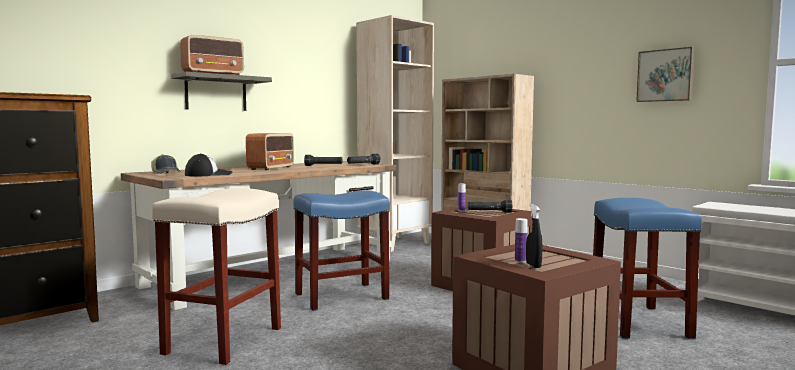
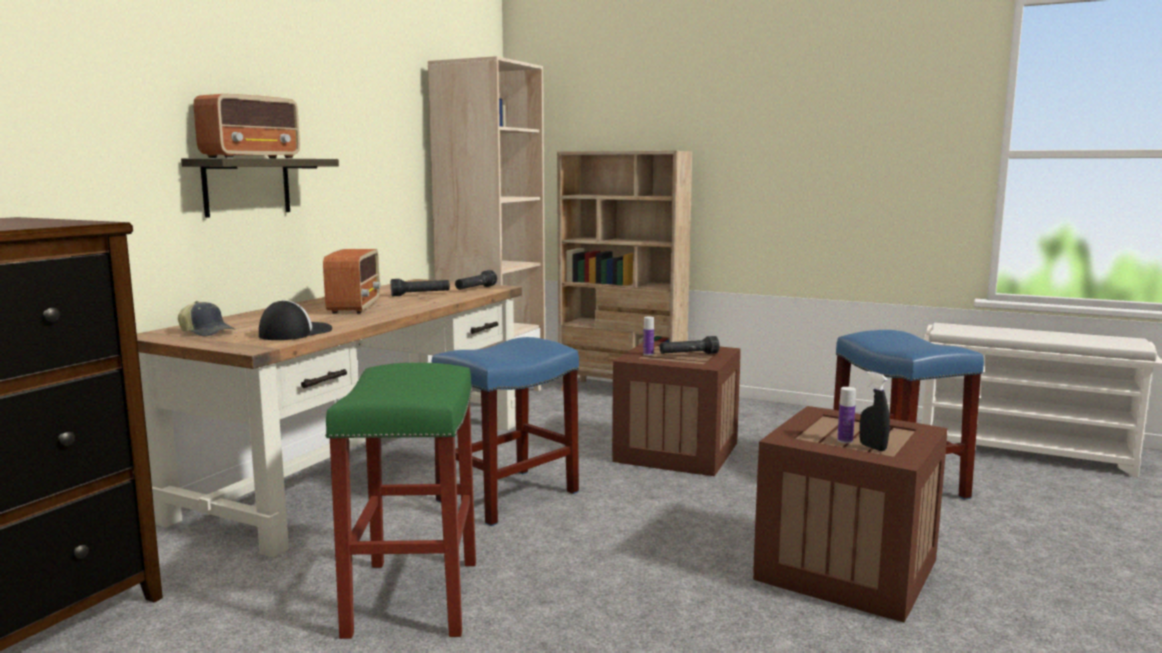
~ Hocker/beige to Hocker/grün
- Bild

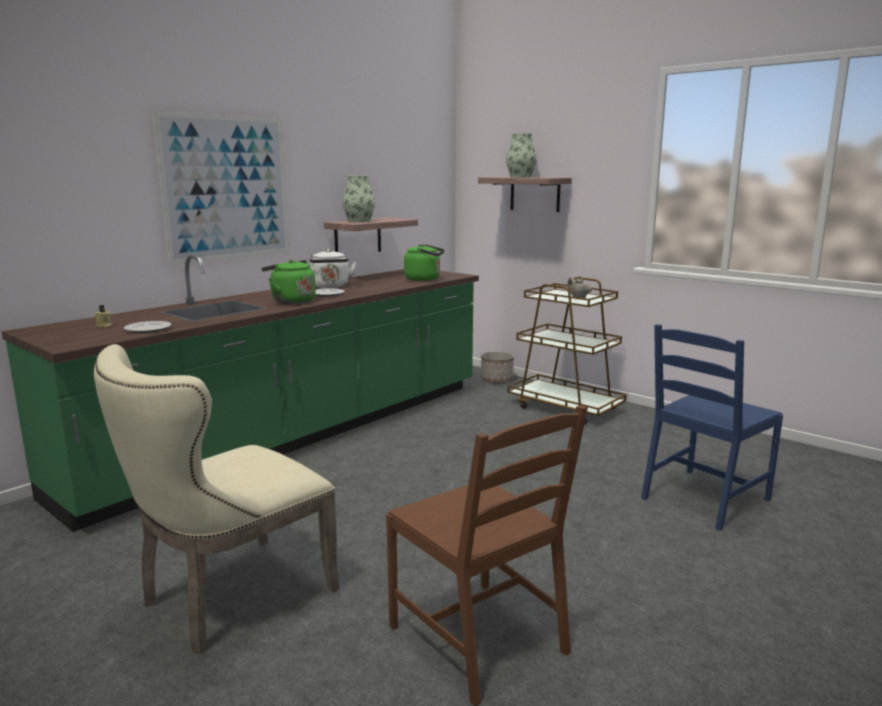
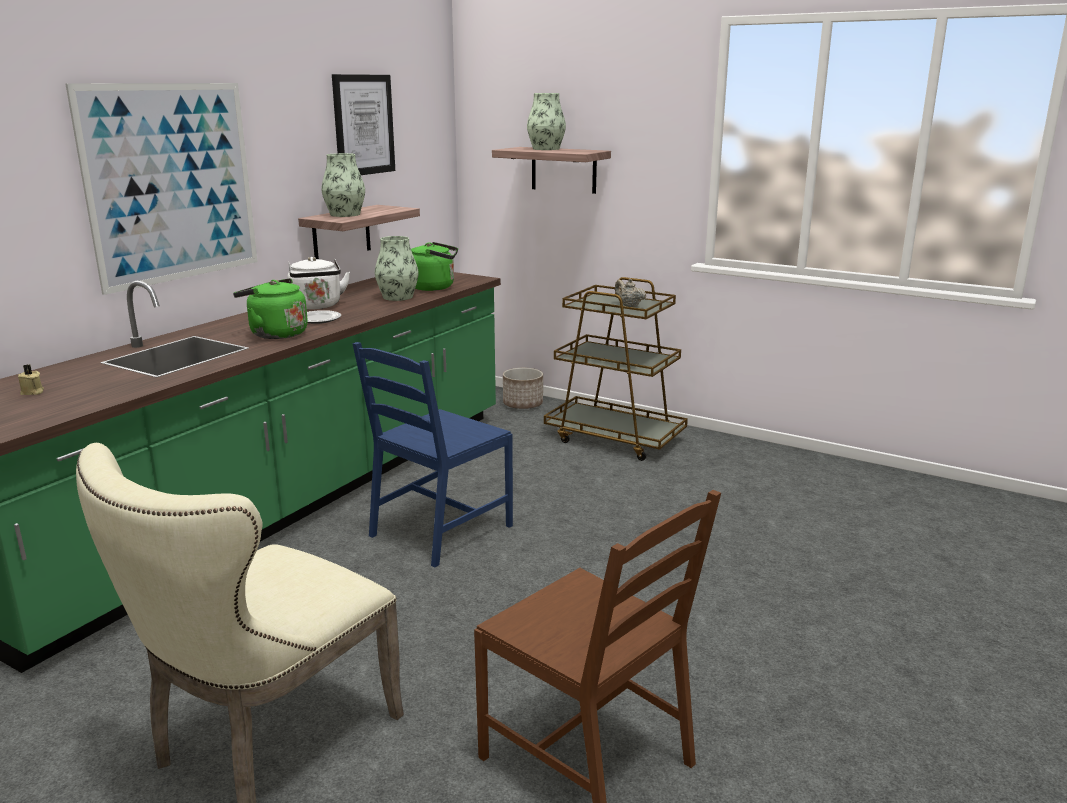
+ Bild (2nd from left)
~ Stuhl/blau
+ Vase (2nd from left)
- Teller (1st from left)

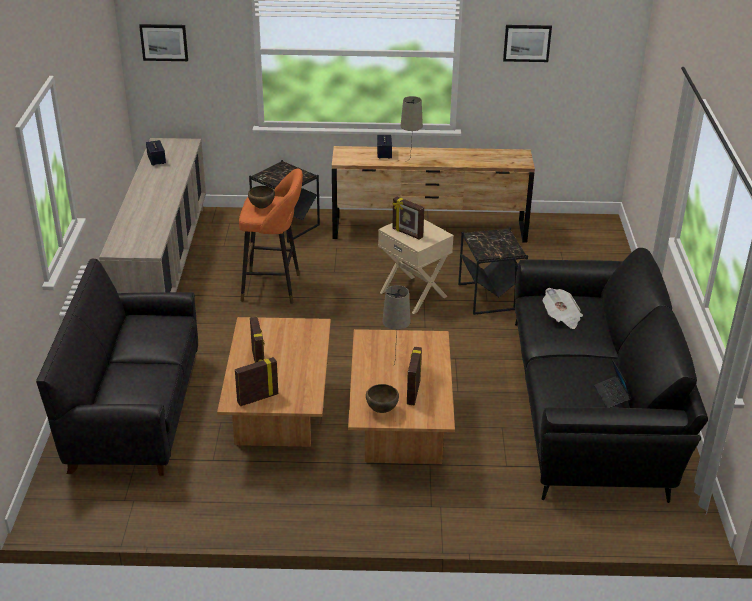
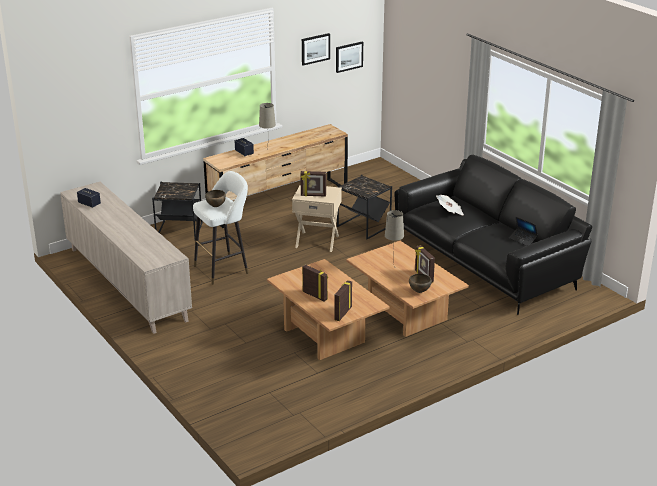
~ Hocker/orange to Hocker/weiß
~ Bild (1st from left in the first image) to Bild (2nd from left)
- Sofa/schwarz (1st from left)

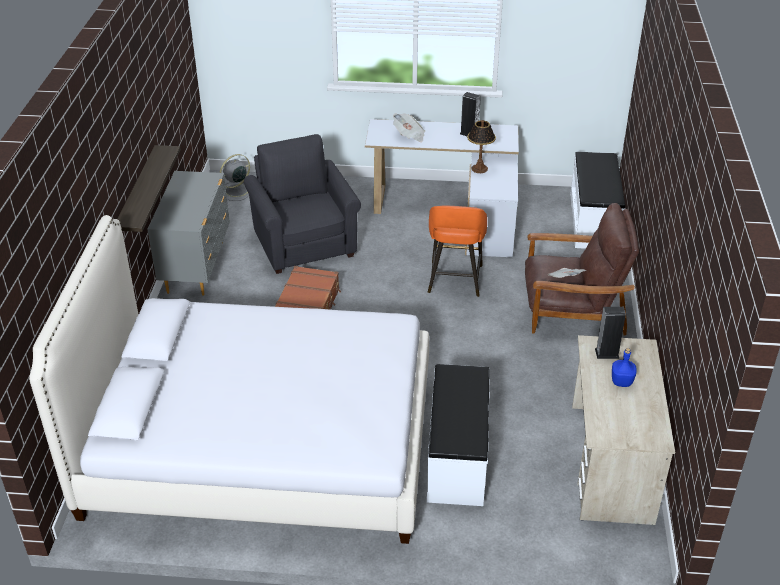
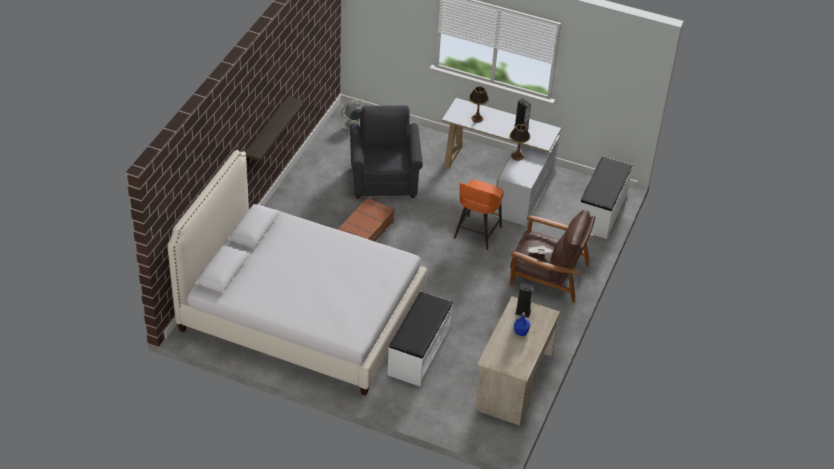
~ Zeitung (1st from left) to Tischlampe (1st from left)
- Kommode/grau

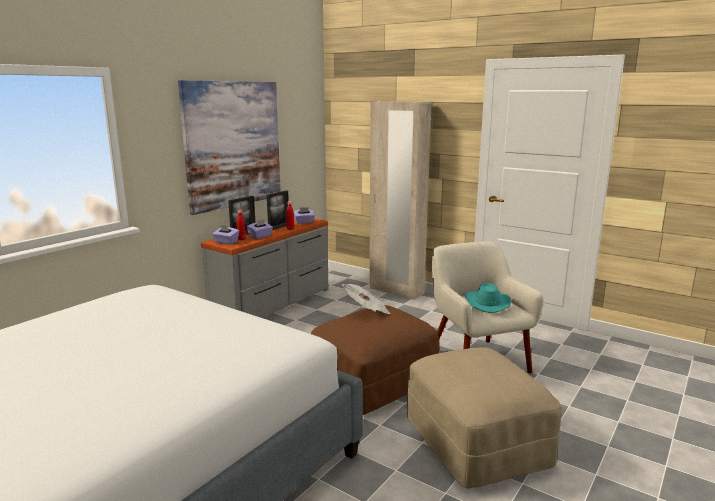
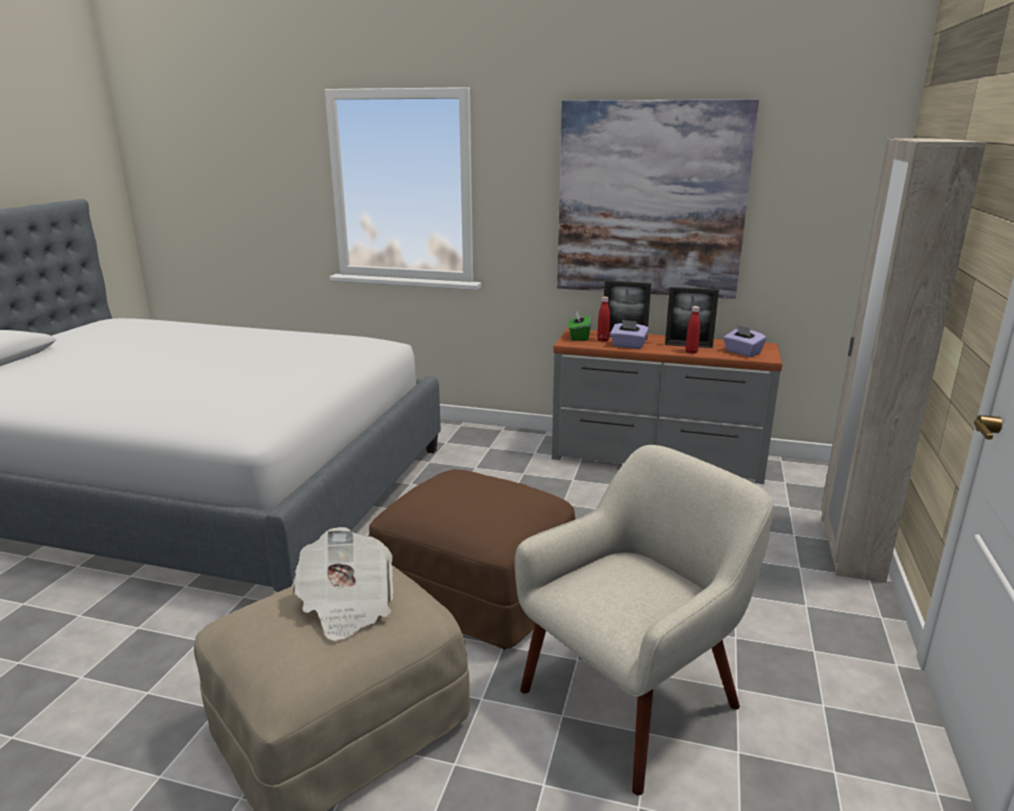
~ Zeitung
~ Taschentuchbox/lila (1st from left) to Taschentuchbox/grün
- Hut/türkis

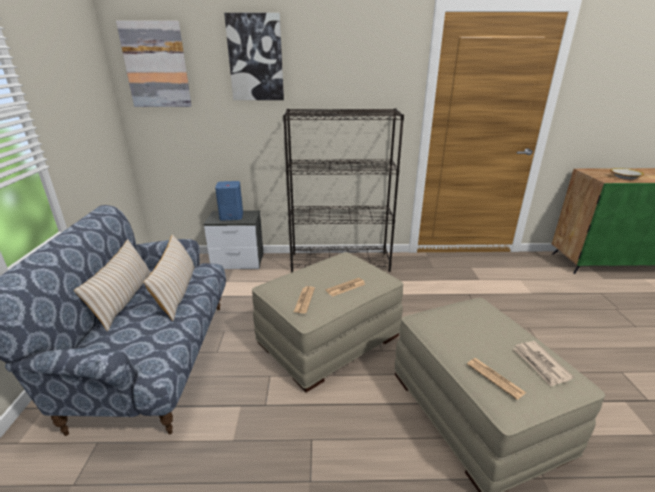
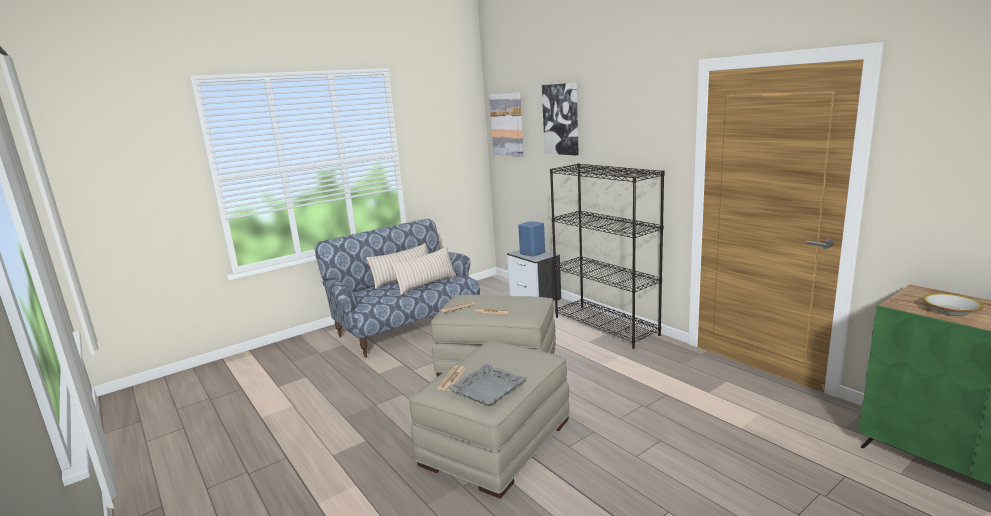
~ Zeitung (4th from left) to Tablett/grau

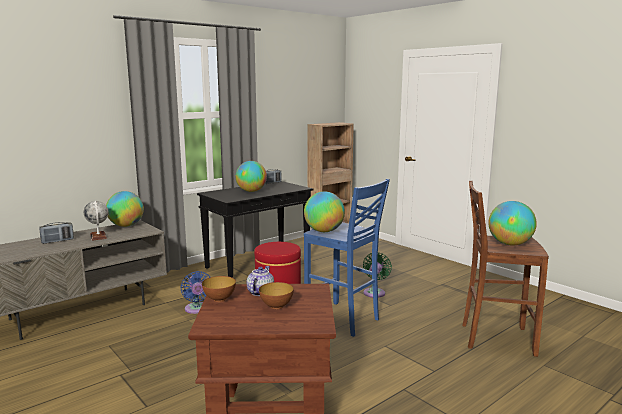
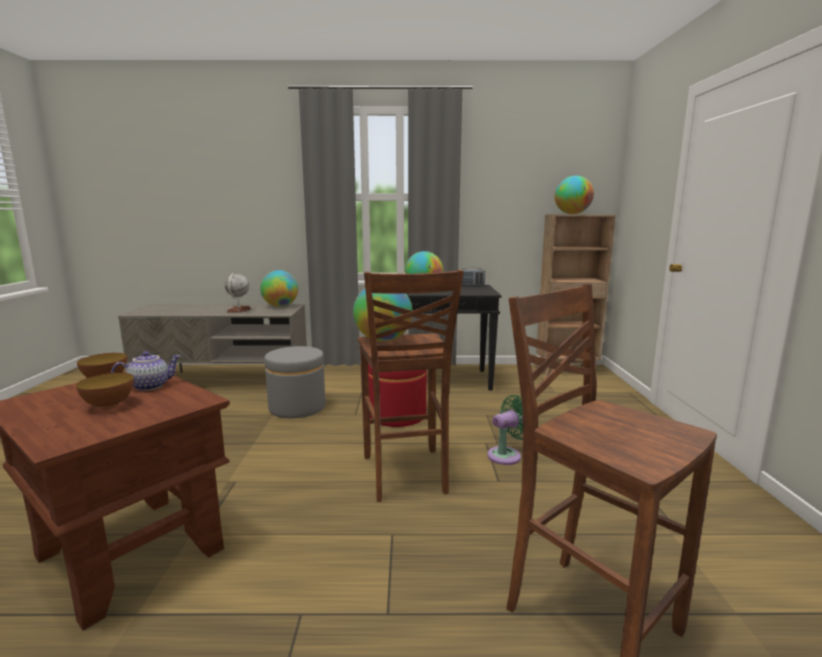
~ Ventilator/blau to Polsterhocker/grau
~ Hocker/blau to Hocker/braun (1st from left)
~ Globus (5th from left)
- Radio (1st from left)

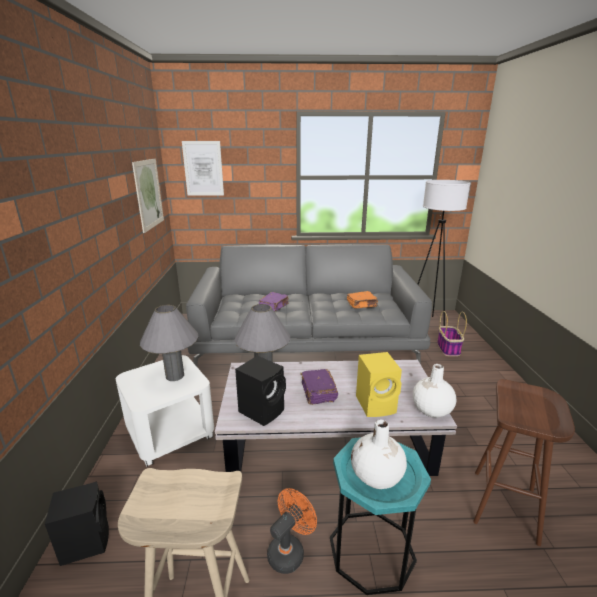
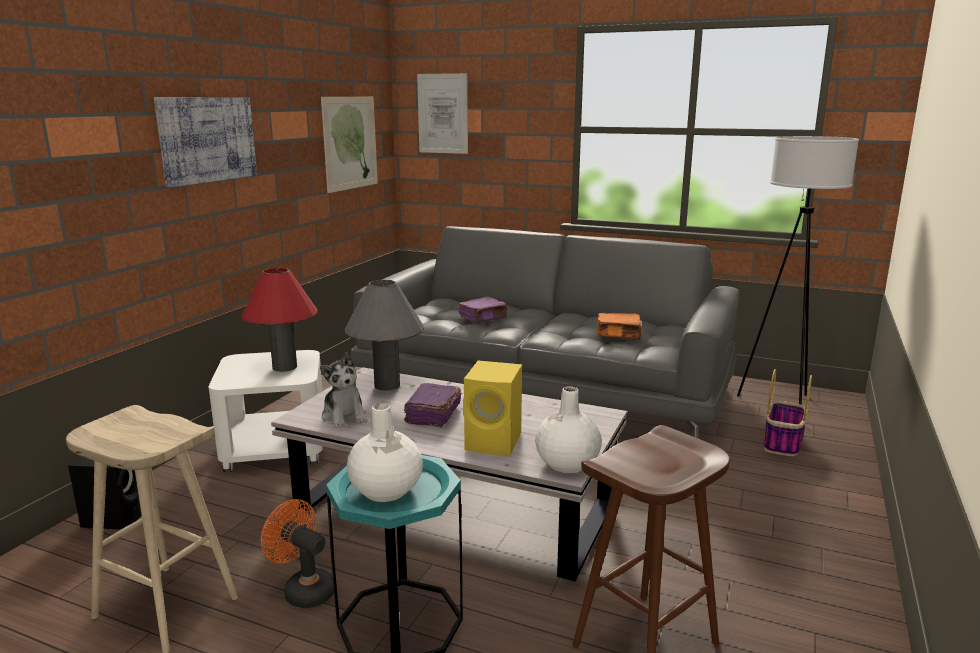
+ Bild (1st from left)
~ Tischlampe/grau (1st from left) to Tischlampe/rot
~ Ventilator/orange 120 degrees counterclockwise
~ Lautsprecher/schwarz (2nd from left) to Plüschtier

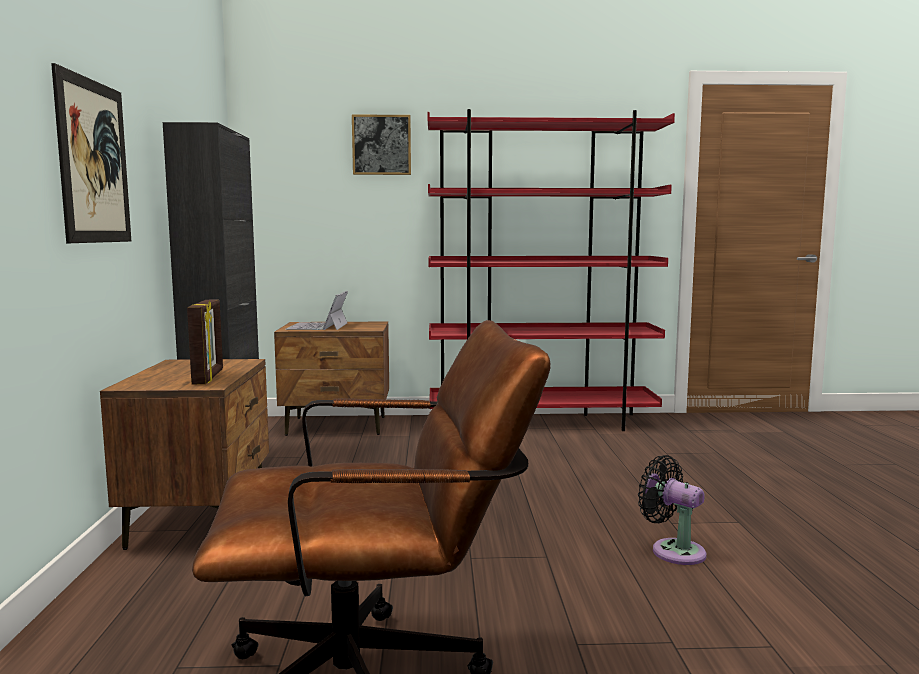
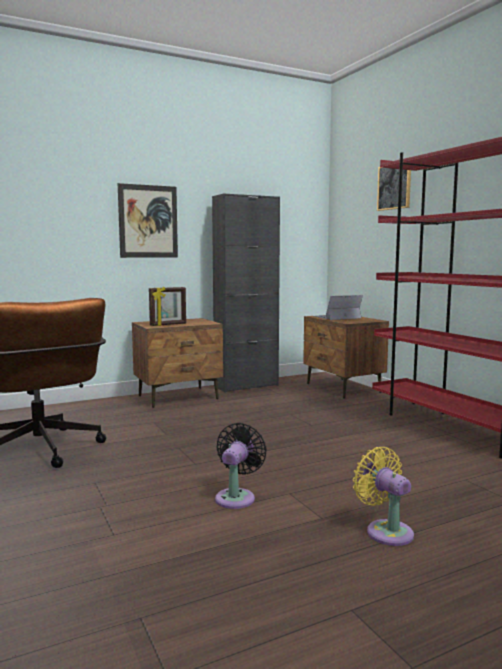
+ Ventilator/gelb

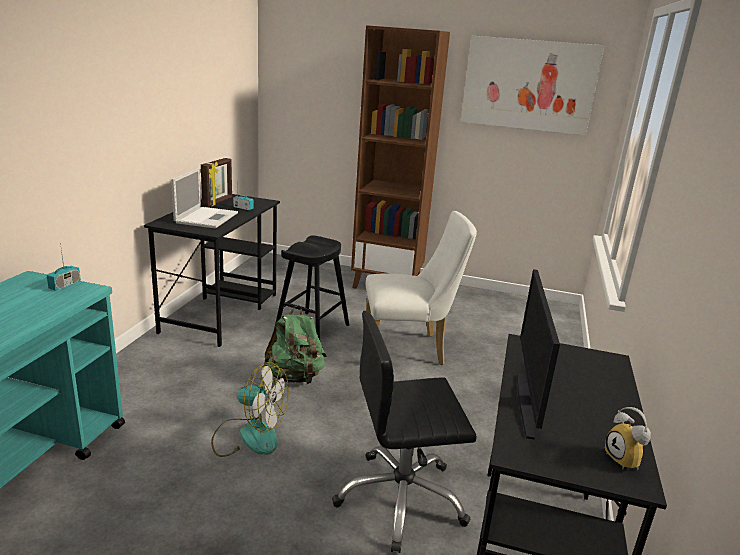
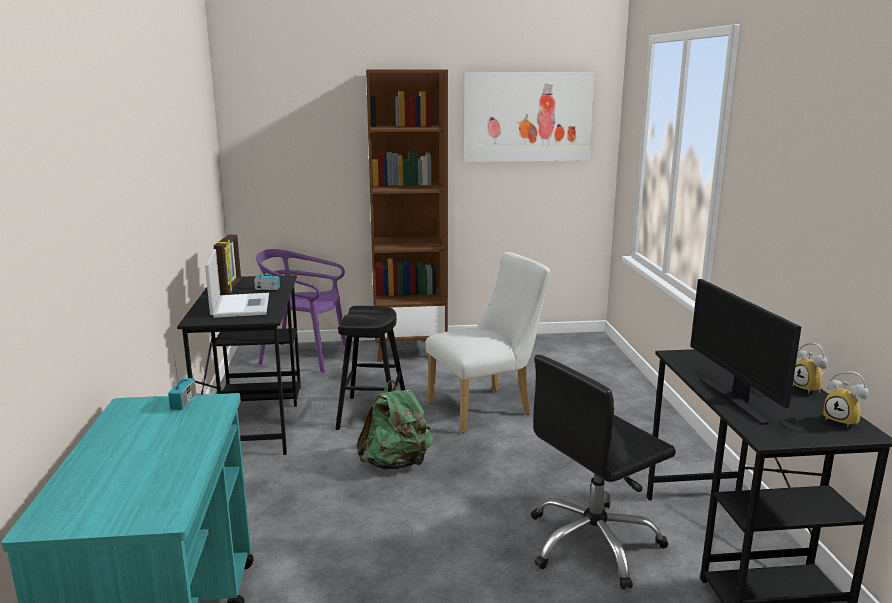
+ Stuhl/lila
+ Wecker (1st from left)
- Ventilator

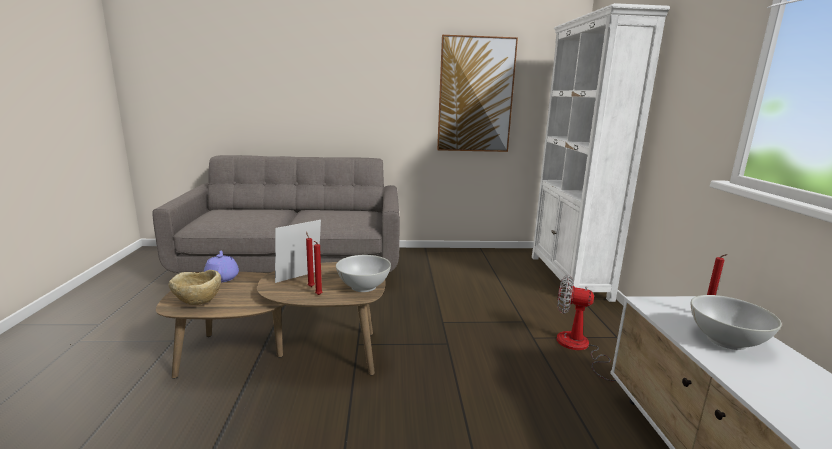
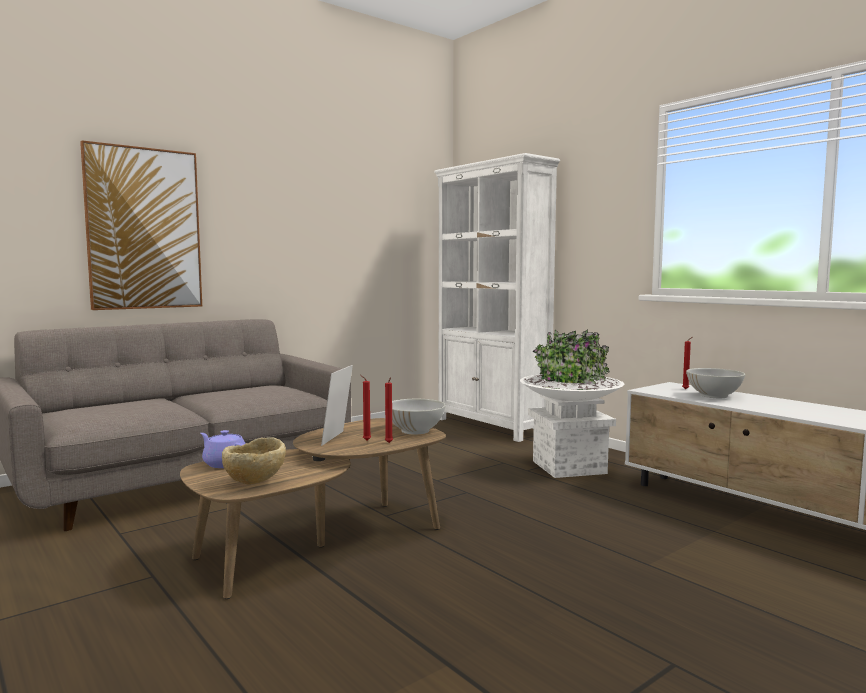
~ Bild
~ Ventilator to Pflanzkübel/weiß

